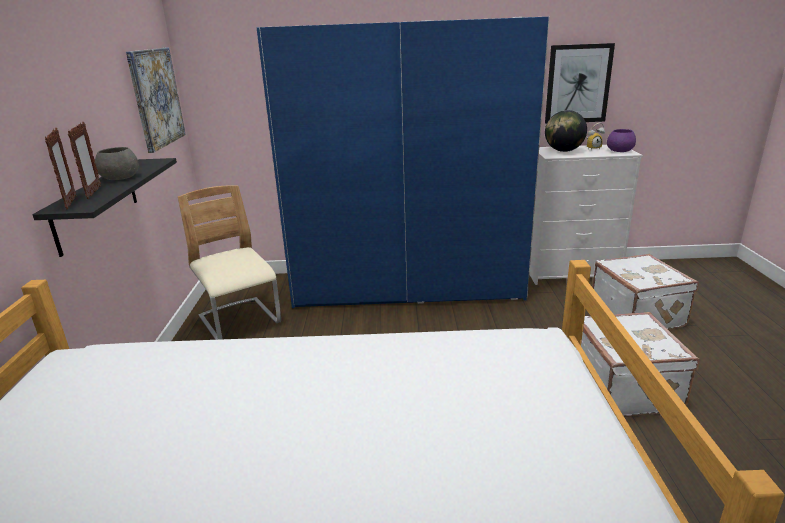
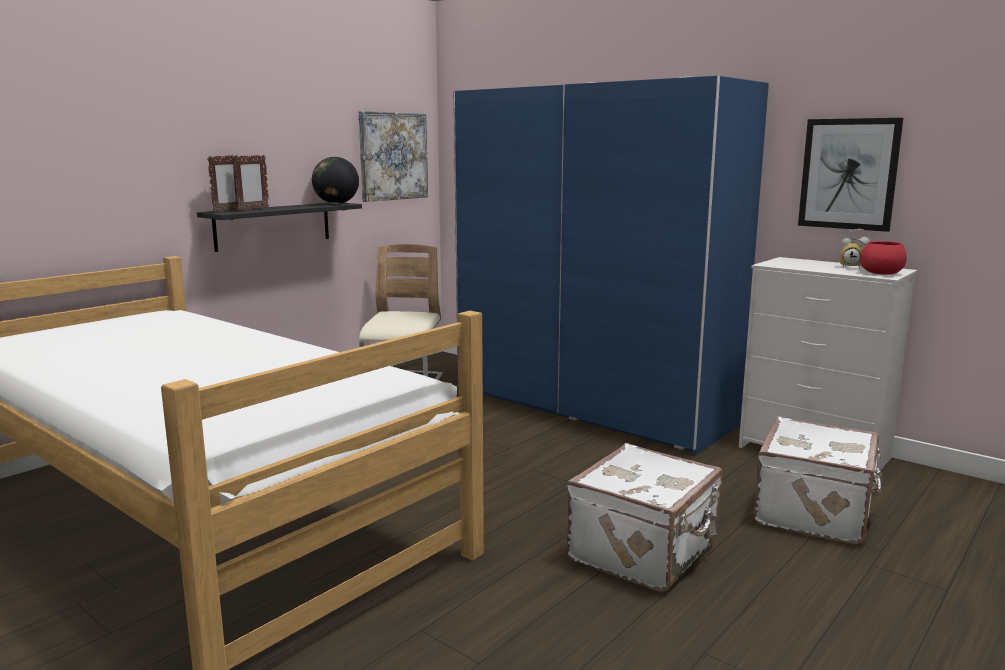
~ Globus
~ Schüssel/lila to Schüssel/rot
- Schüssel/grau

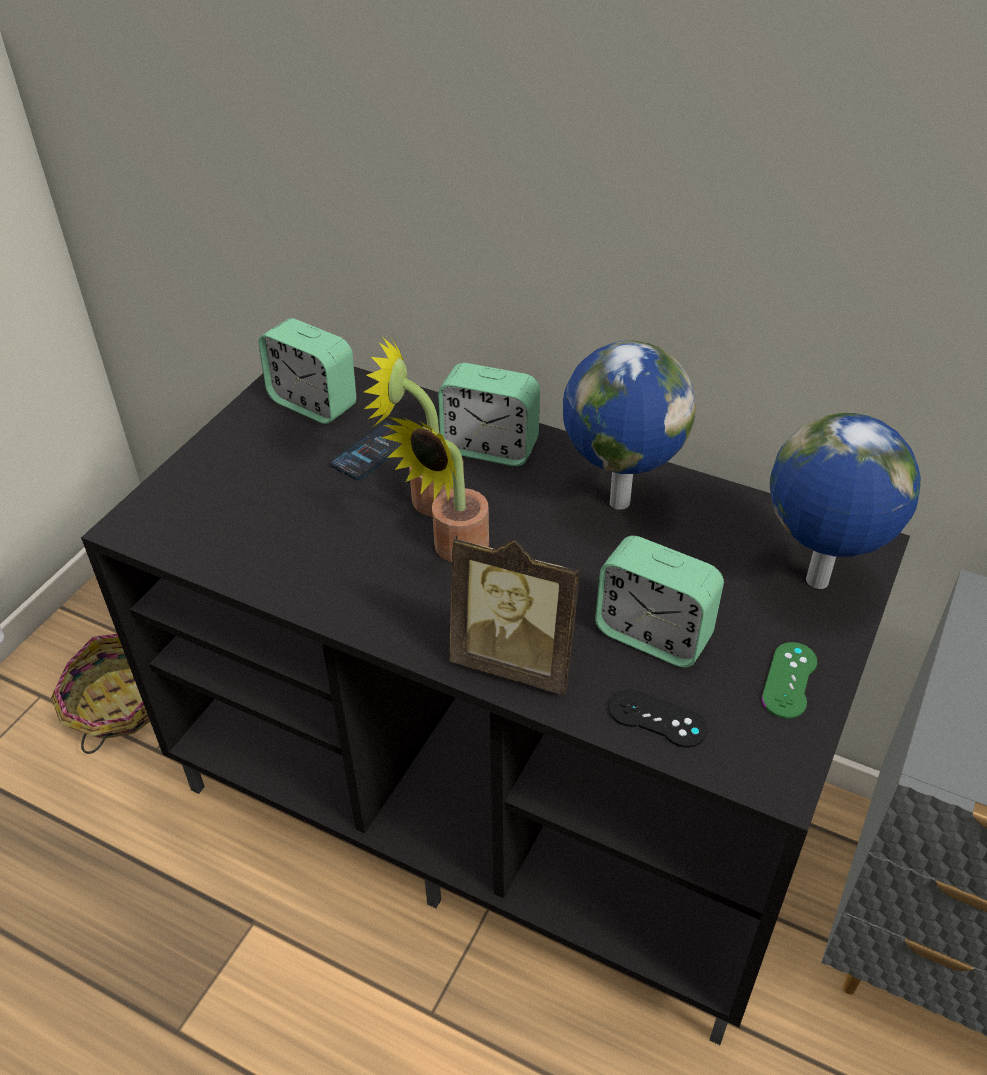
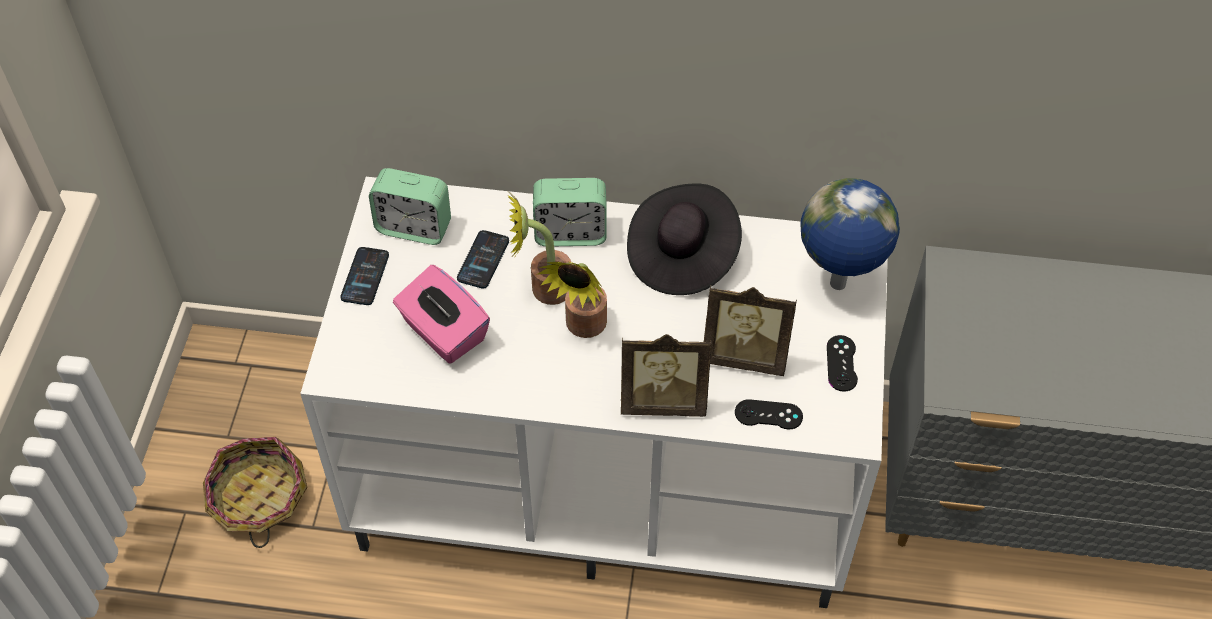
~ Fernsehschrank/schwarz to Fernsehschrank/weiß
+ Handy (1st from left)
+ Taschentuchbox/rosa
~ Globus (1st from left) to Hut/schwarz
~ Wecker (3rd from left) to Bilderrahmen (2nd from left)
~ Gamepad/grün to Gamepad/schwarz (2nd from left)

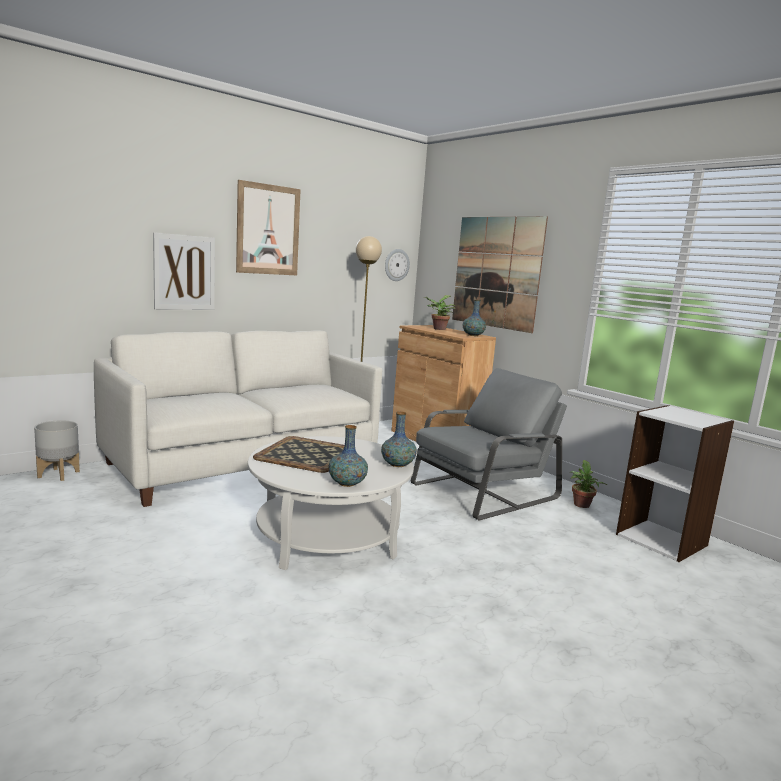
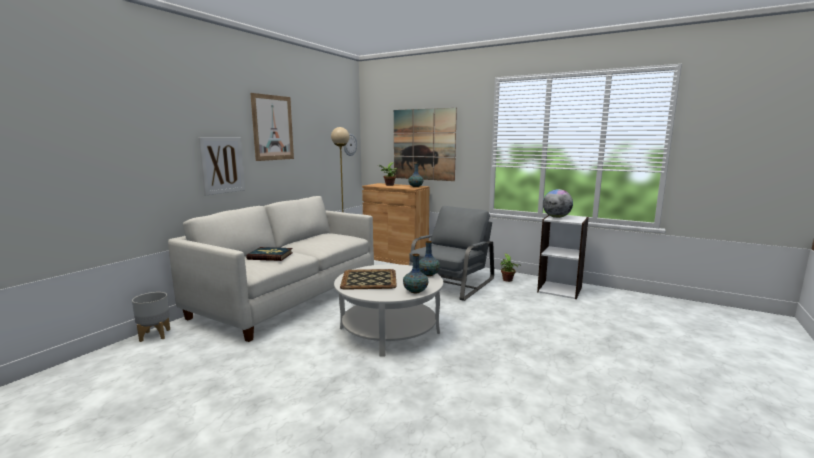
+ Buch
+ Globus

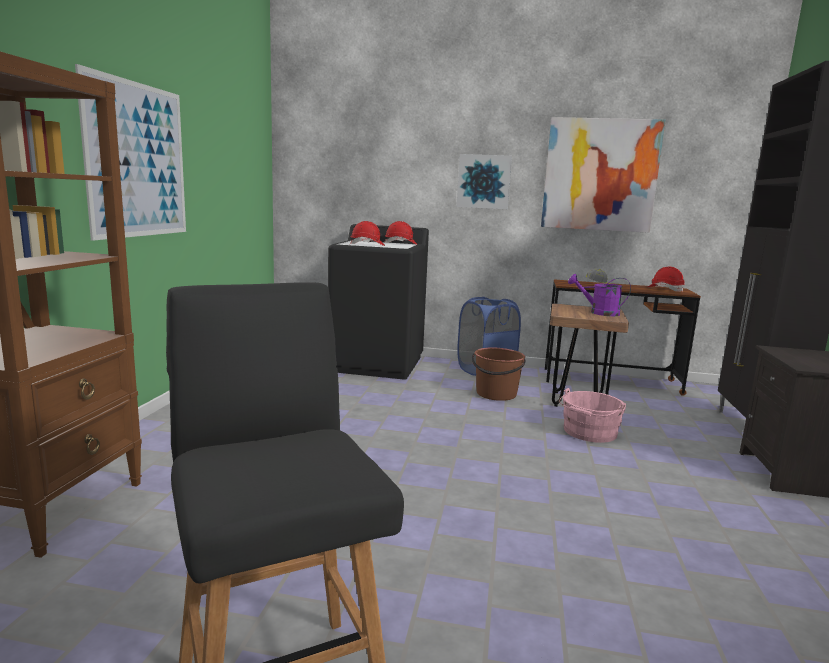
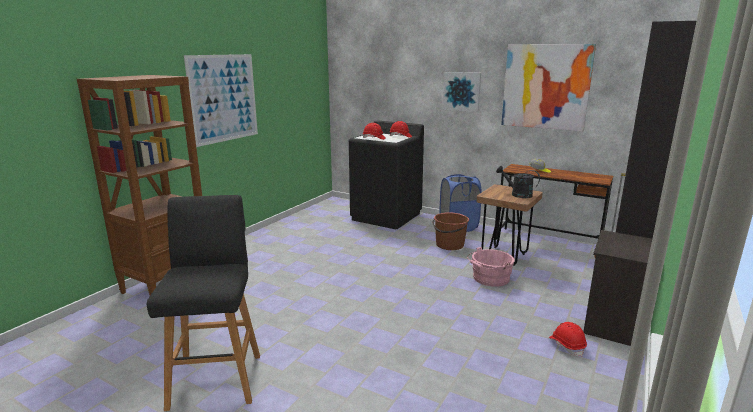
~ Gießkanne/lila to Gießkanne/schwarz
~ Schutzhelm/rot (3rd from left)

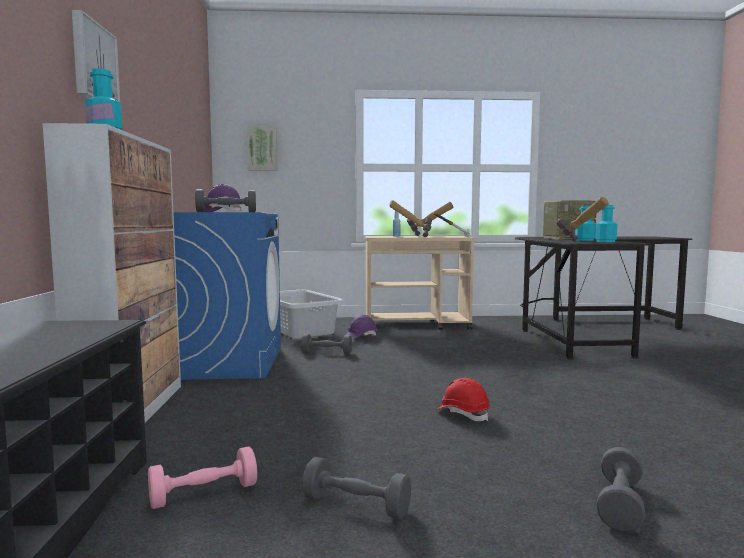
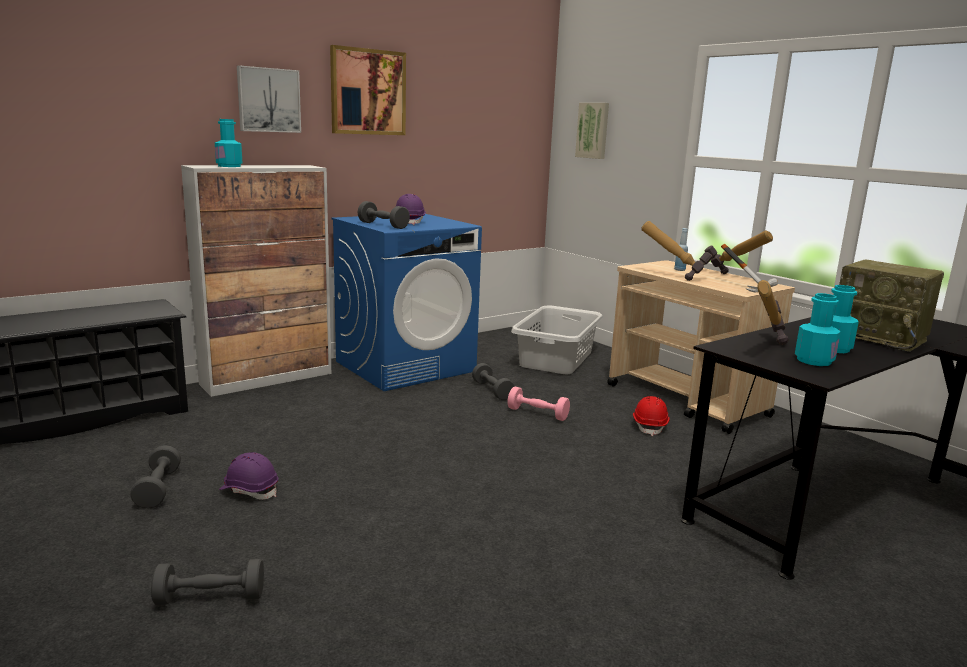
~ Schutzhelm/lila (2nd from left in the first image) to Schutzhelm/lila (1st from left)
+ Bild (2nd from left)
~ Hantel/rosa
~ Schutzhelm/rot

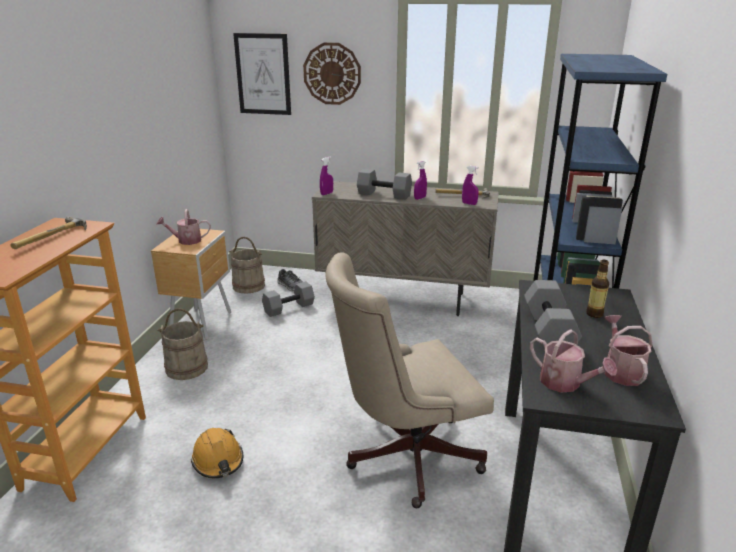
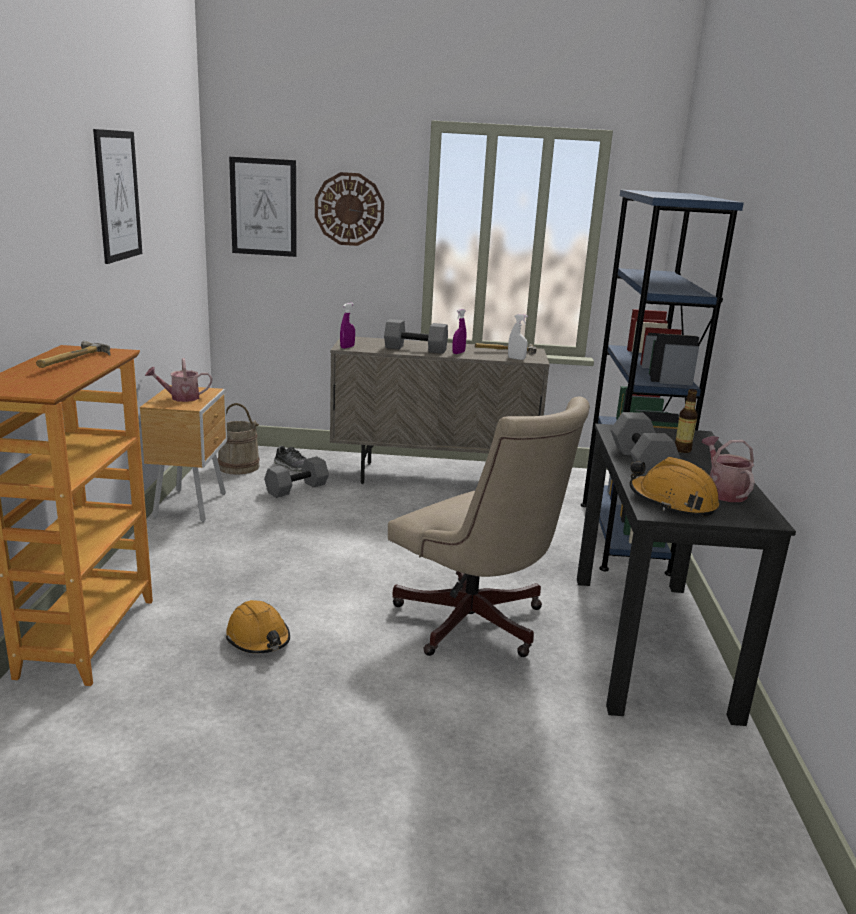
+ Bild (1st from left)
~ Bürostuhl/beige 105 degrees counterclockwise
~ Sprühflasche/lila (3rd from left) to Sprühflasche/weiß
~ Gießkanne (2nd from left) to Schutzhelm/orange (2nd from left)
- Eimer/beige (1st from left)

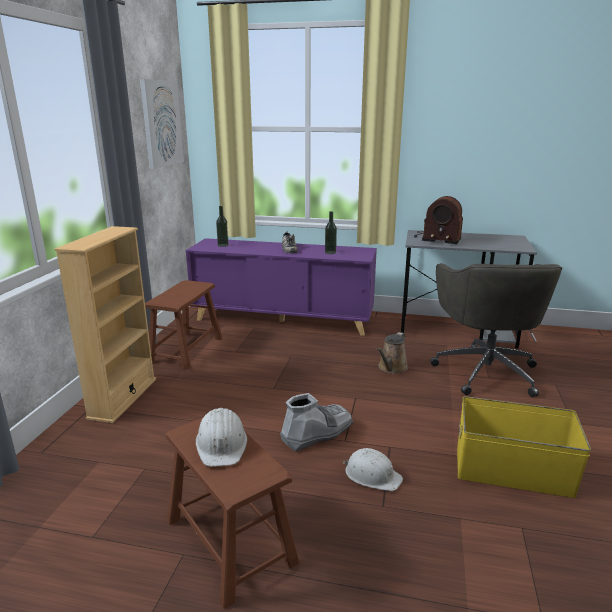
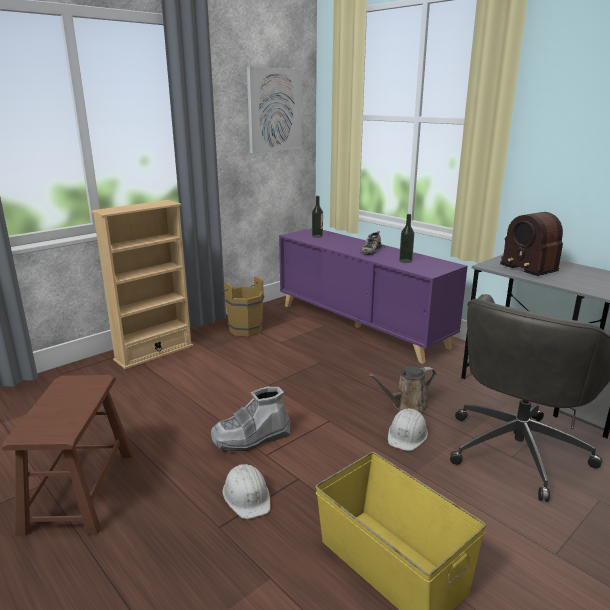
~ Stiefel/grau 150 degrees clockwise
~ Hocker/braun (1st from left) to Eimer/braun
~ Schutzhelm/weiß (1st from left in the first image) to Schutzhelm/weiß (2nd from left)

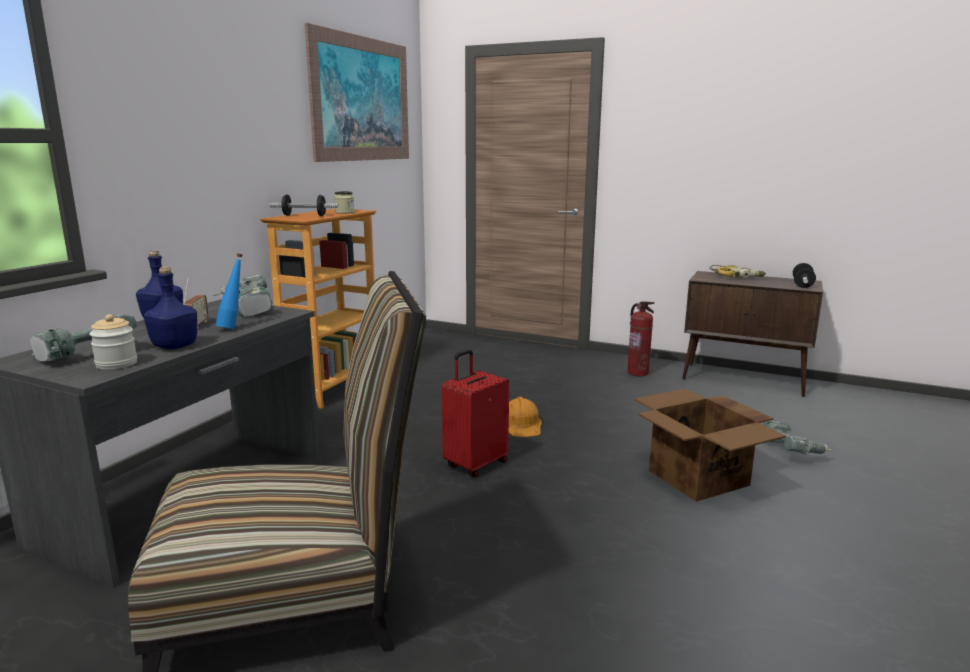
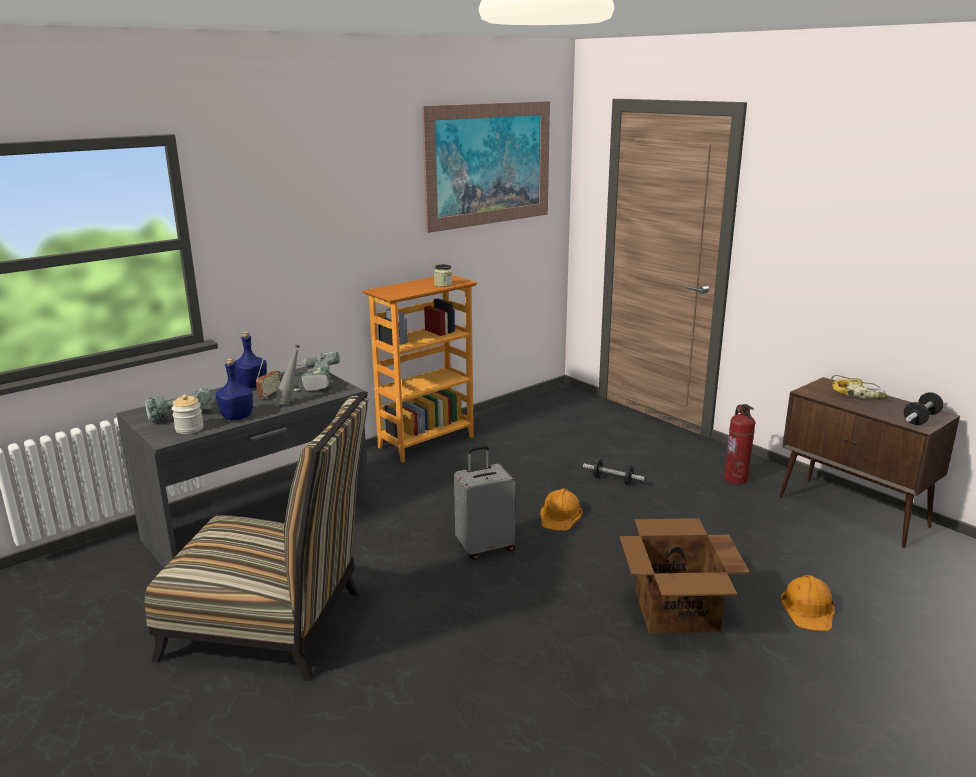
~ Flasche/blau (3rd from left) to Flasche/grau
~ Koffer/rot to Koffer/grau
~ Hantel (1st from left)
~ Bohrmaschine (4th from left) to Schutzhelm/orange (2nd from left)

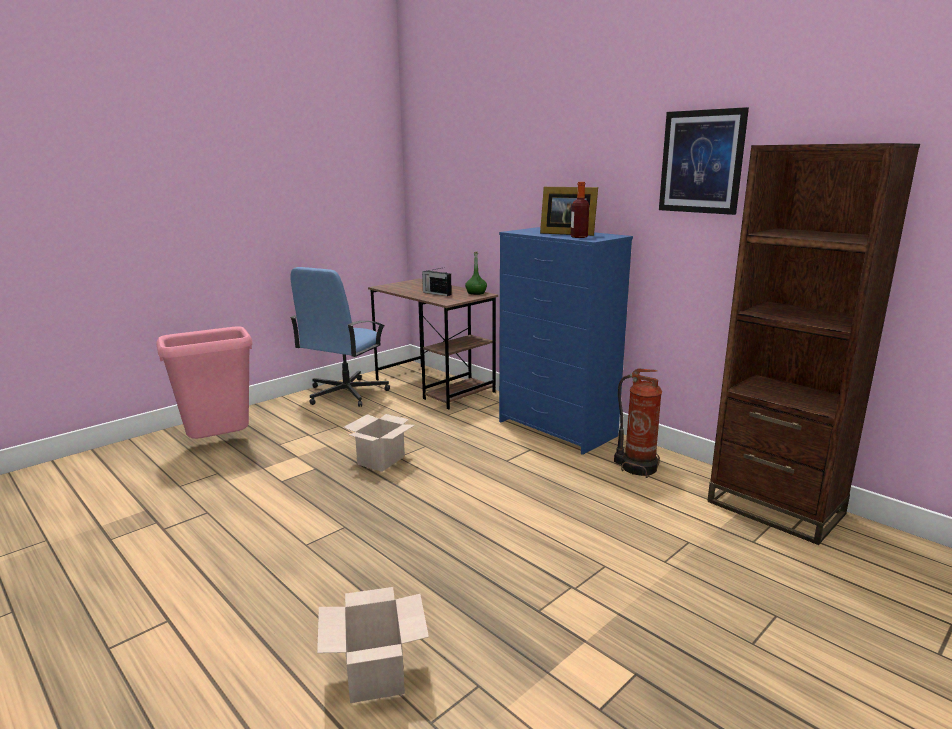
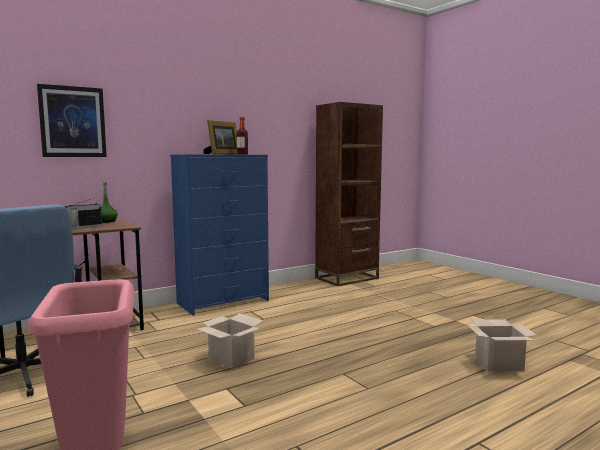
~ Bild
- Feuerlöscher

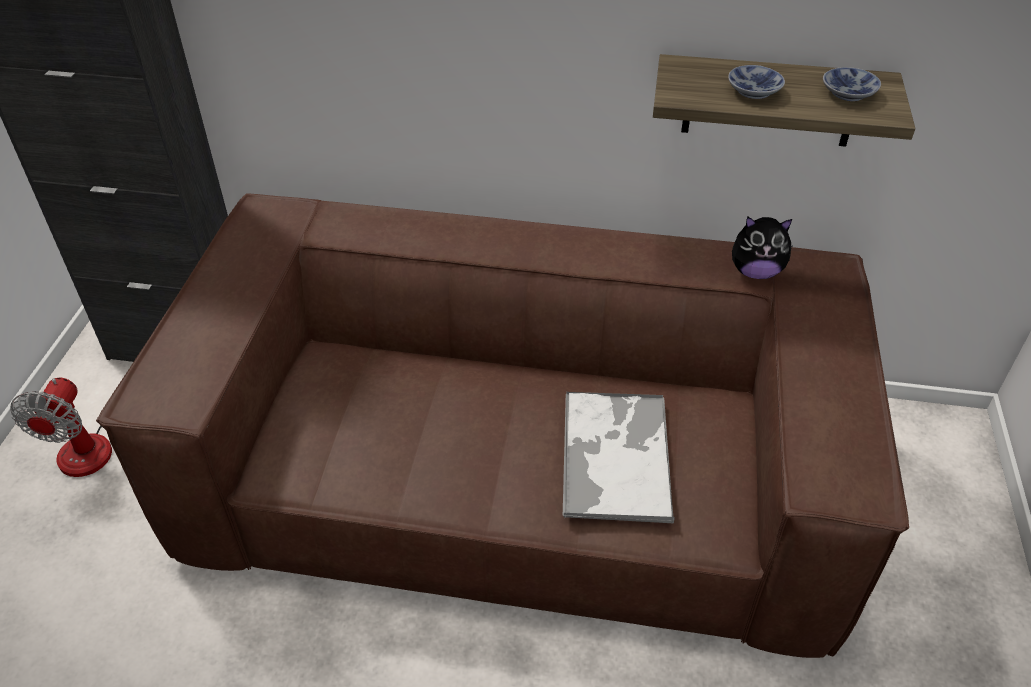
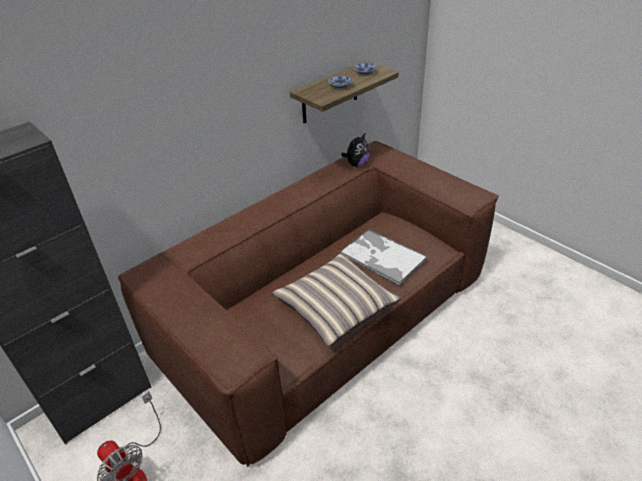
+ Kissen

